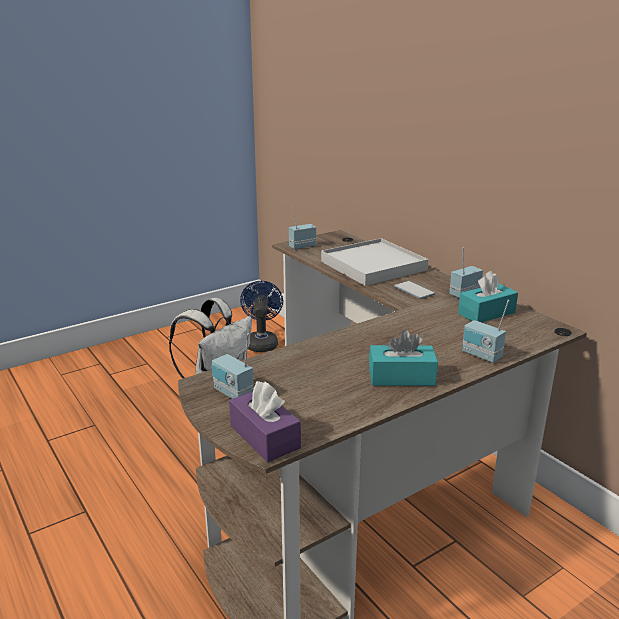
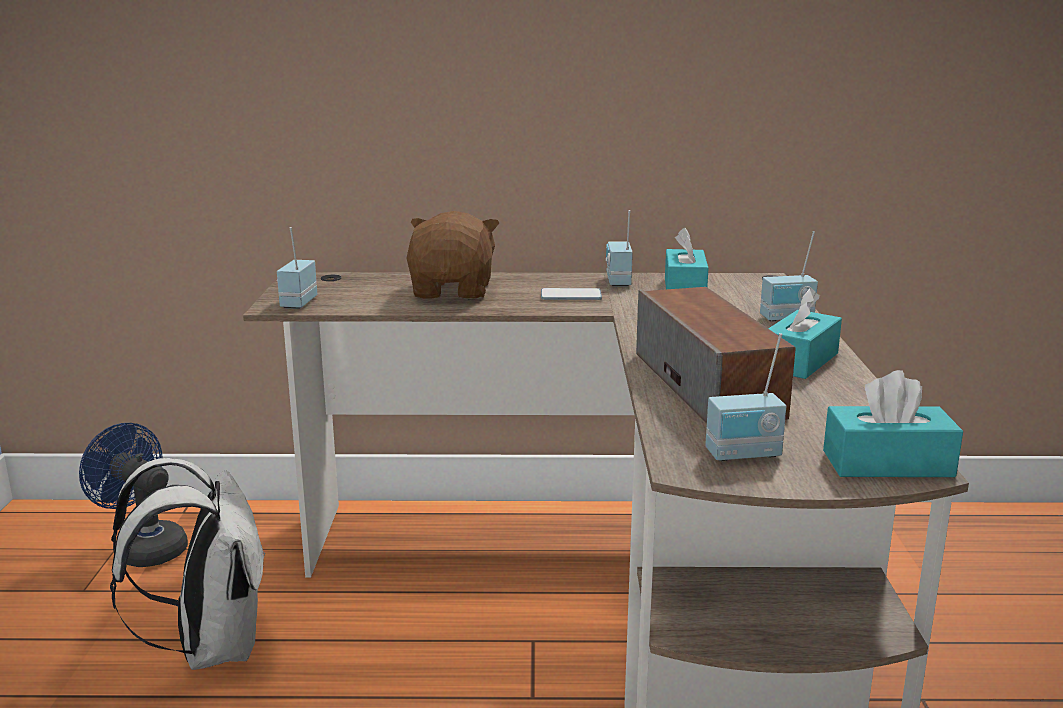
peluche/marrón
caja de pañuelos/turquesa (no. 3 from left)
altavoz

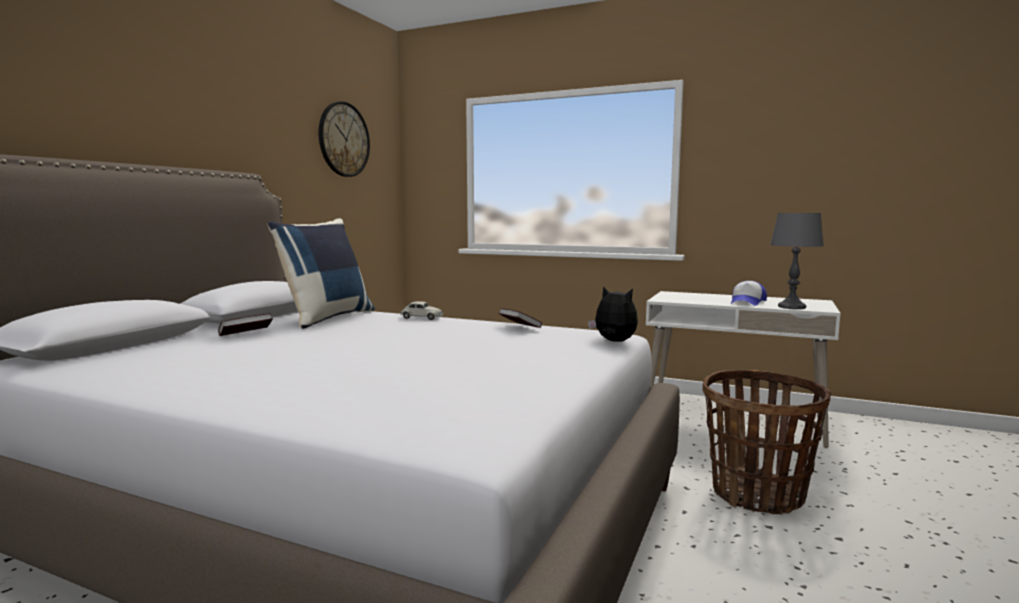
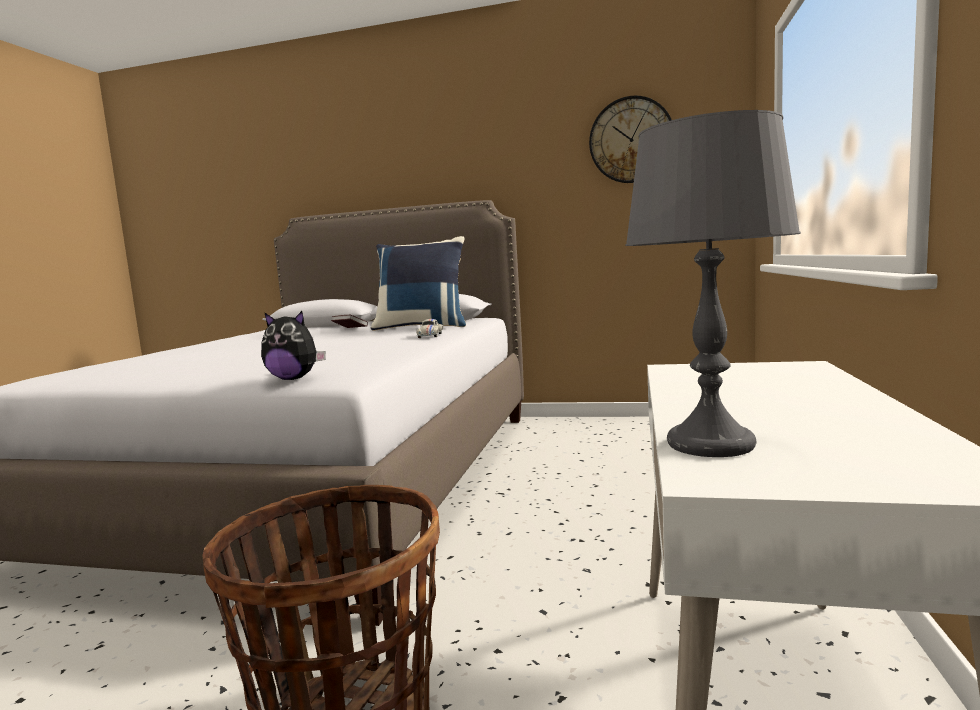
gorra
peluche
libro (no. 2 from left in the first image)

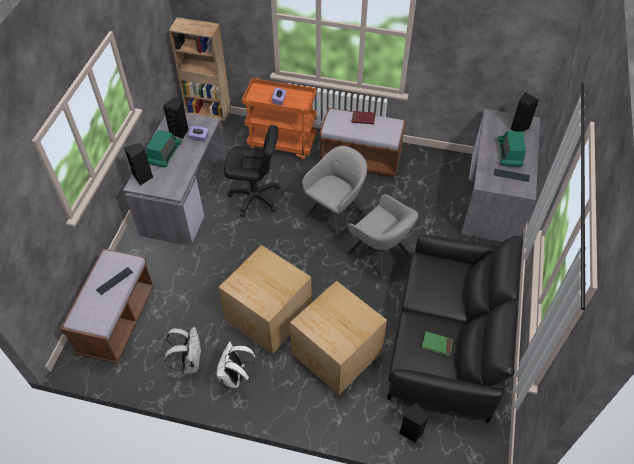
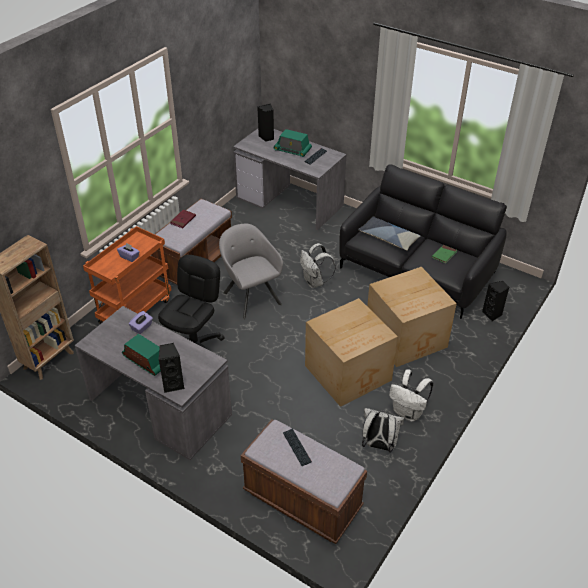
altavoz/negro (no. 2 from left in the first image)
mochila/blanco (no. 1 from left)
cojín

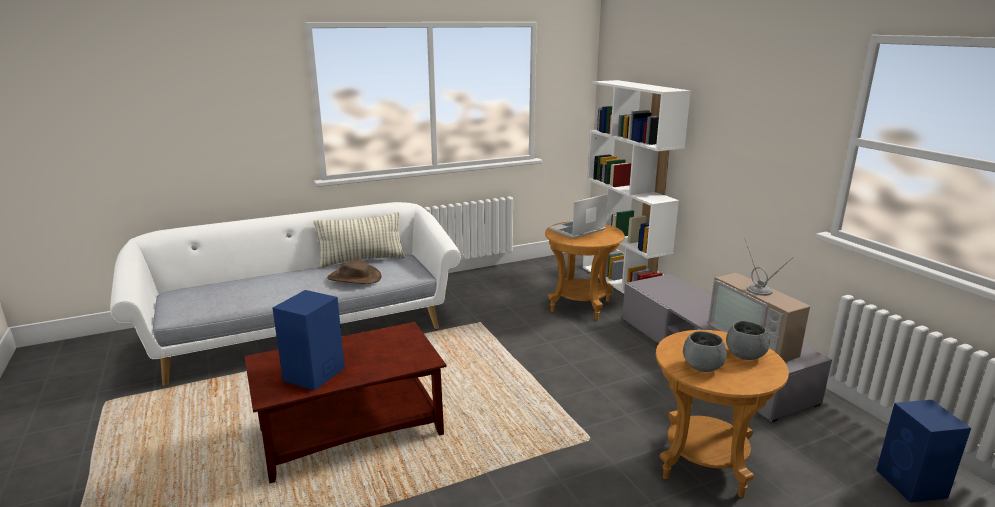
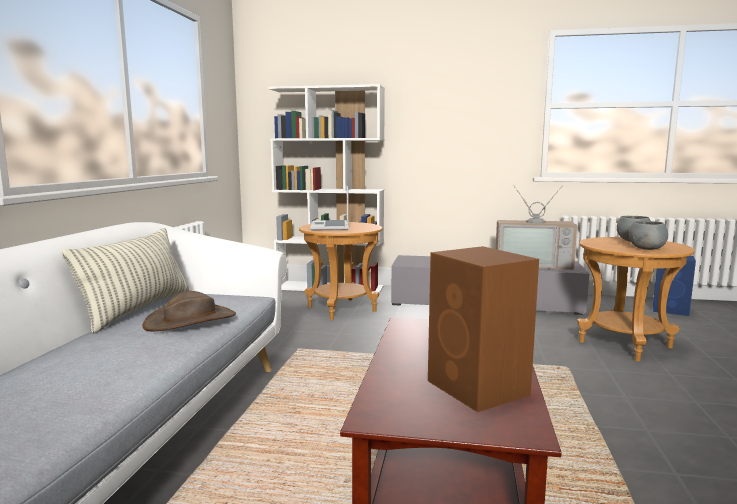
altavoz/marrón

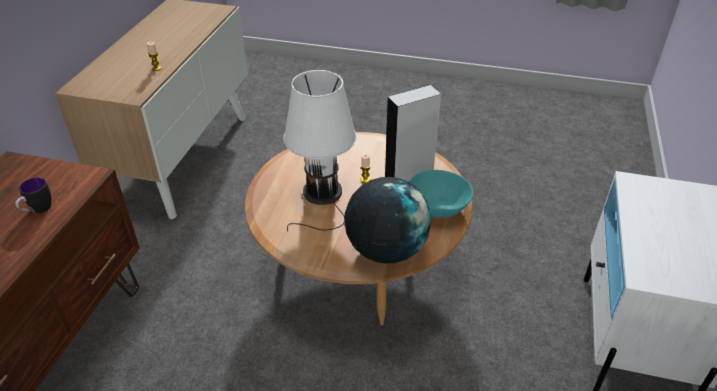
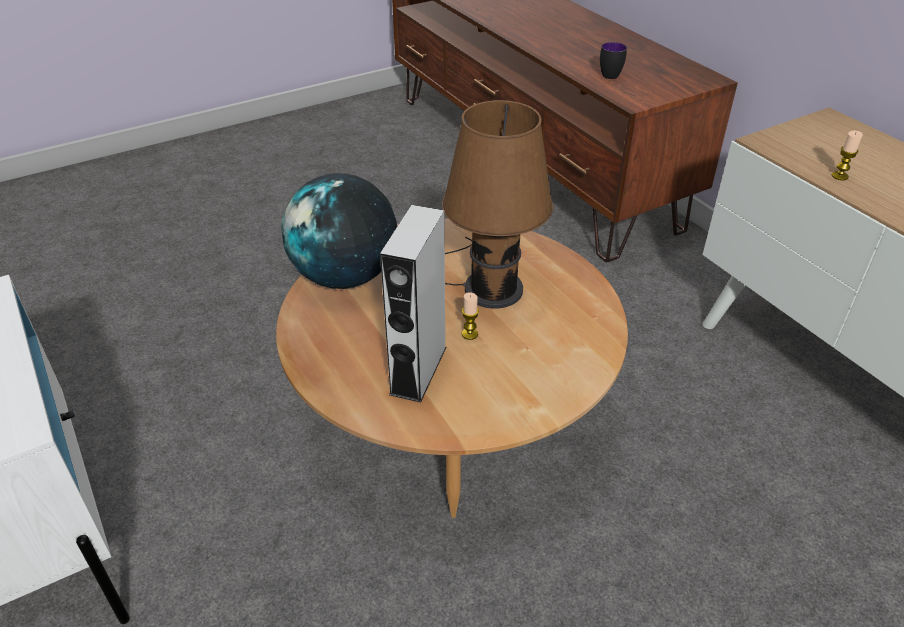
lámpara de mesa/marrón
cuenco/turquesa

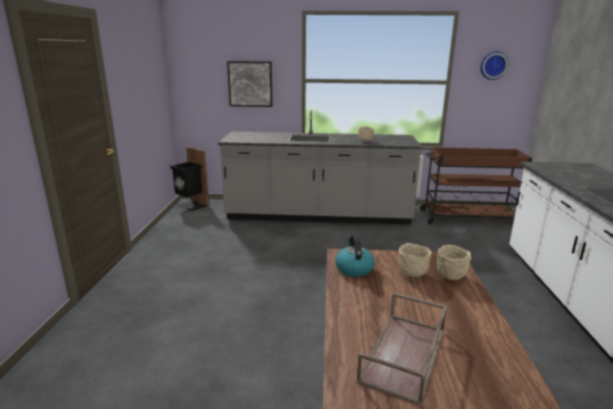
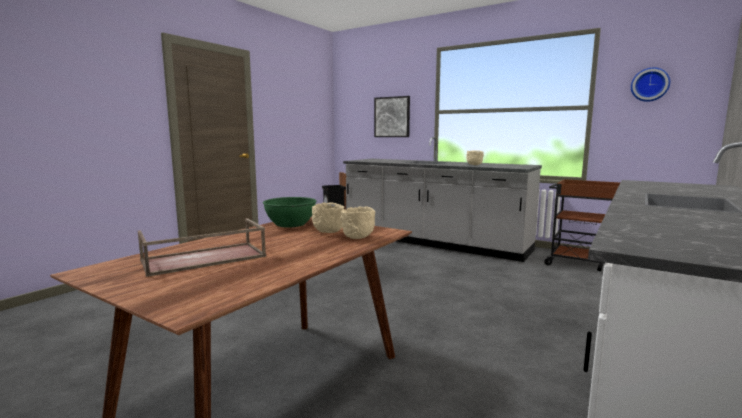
cuenco/verde

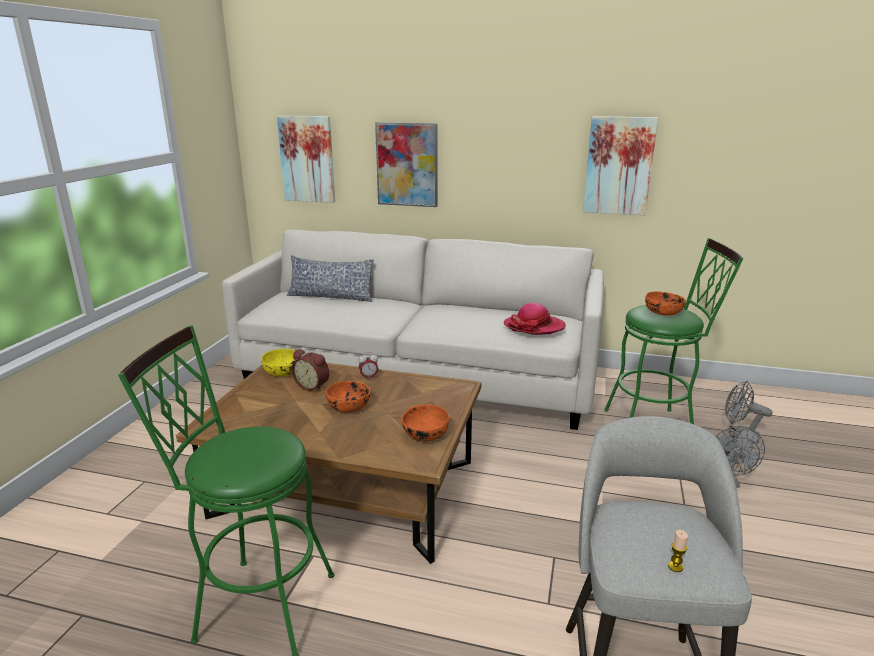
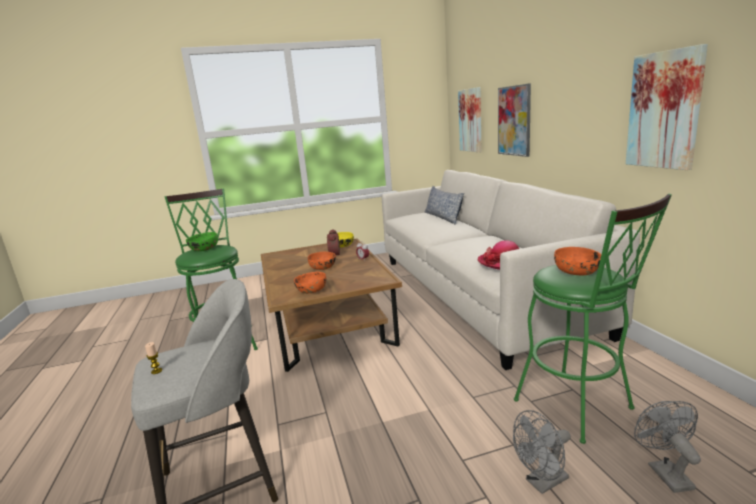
cuenco/verde

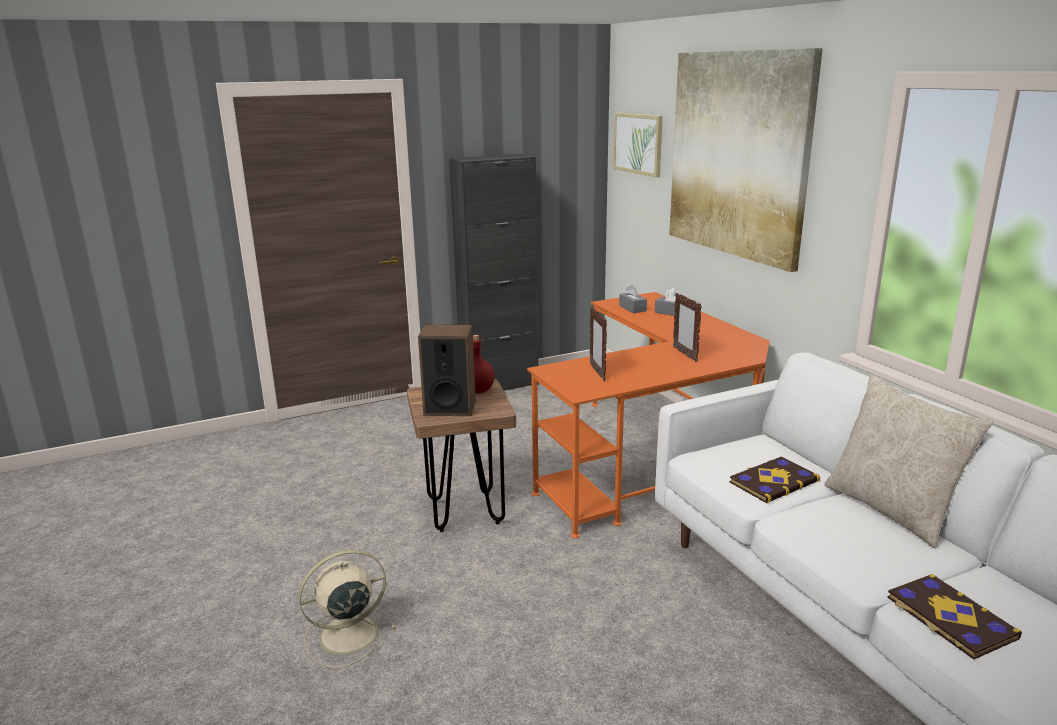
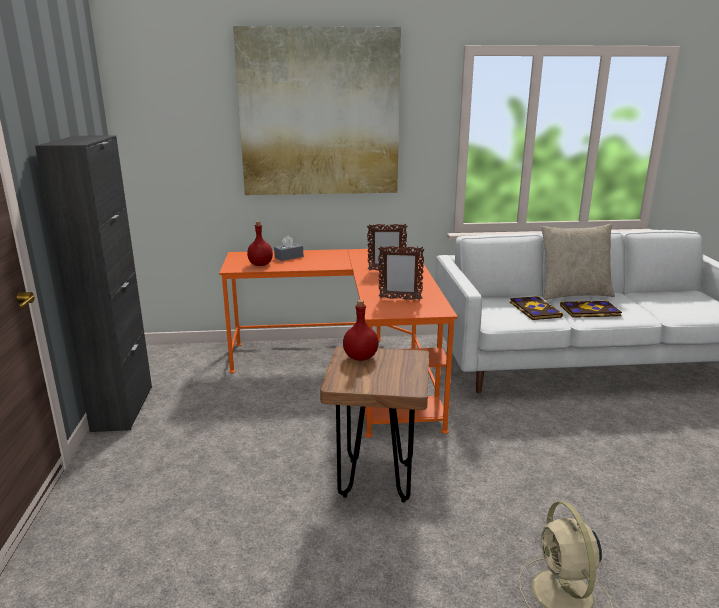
cuadro (no. 1 from left in the first image)
botella/rojo (no. 1 from left)
altavoz
libro (no. 2 from left)

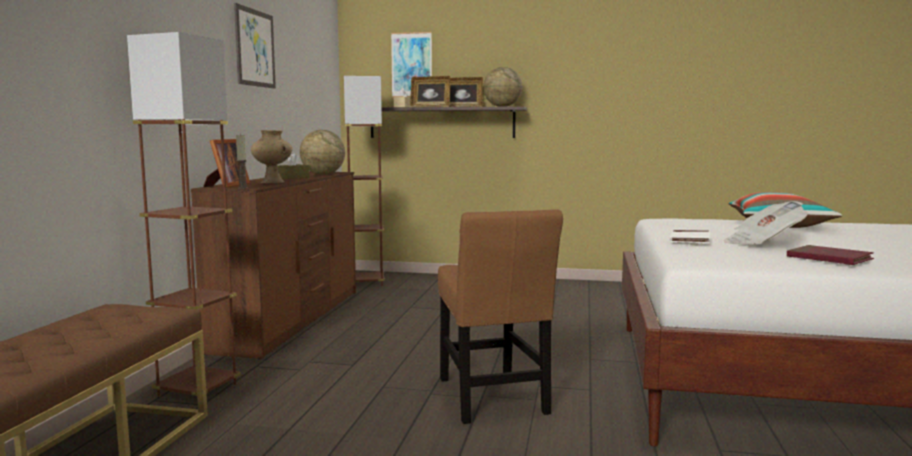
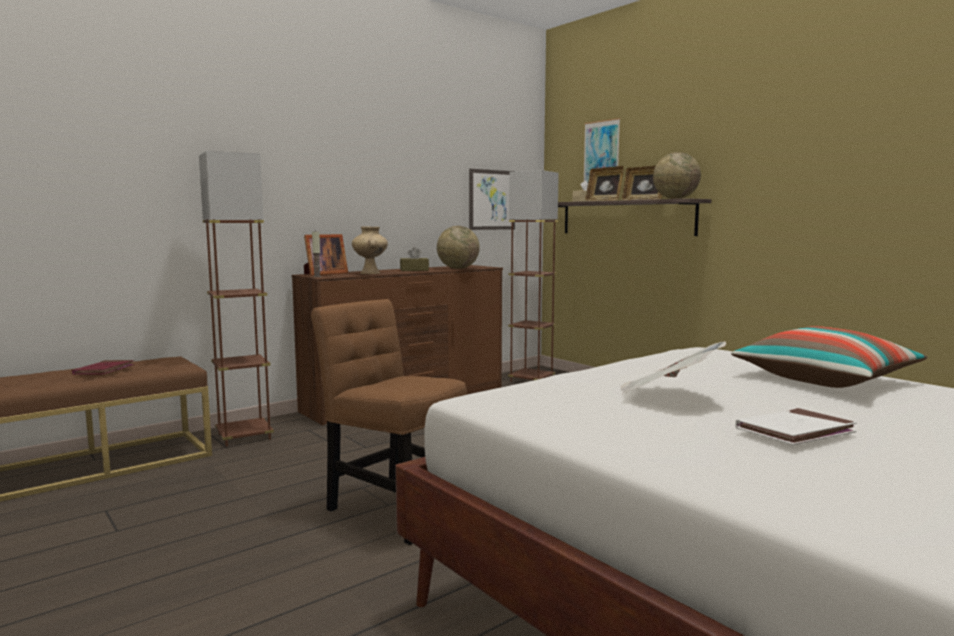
cuadro (no. 1 from left)
silla/marrón
libro/blanco
libro/rojo

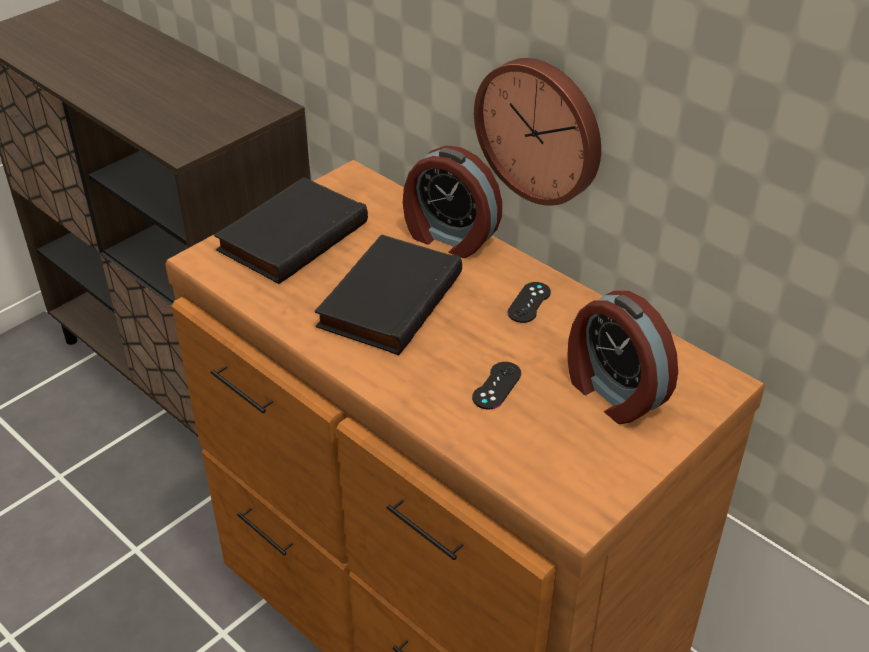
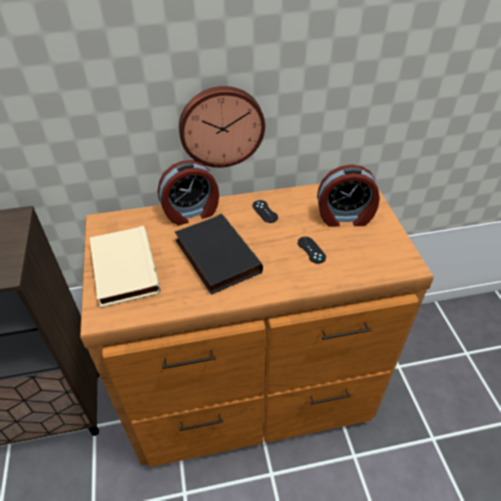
libro/beis

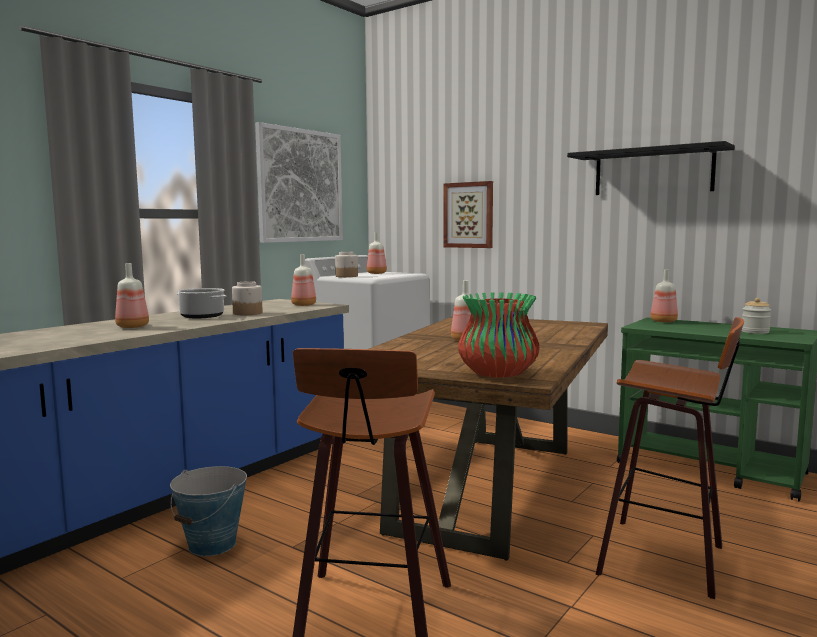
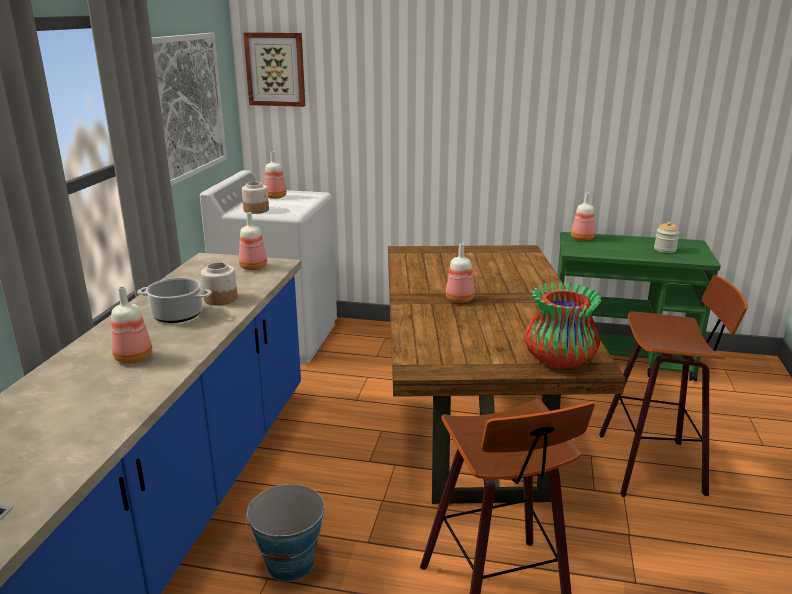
estante/negro
cuadro (no. 2 from left)

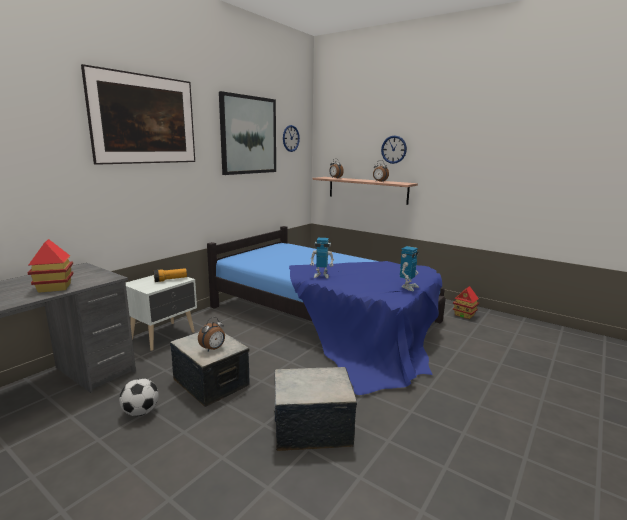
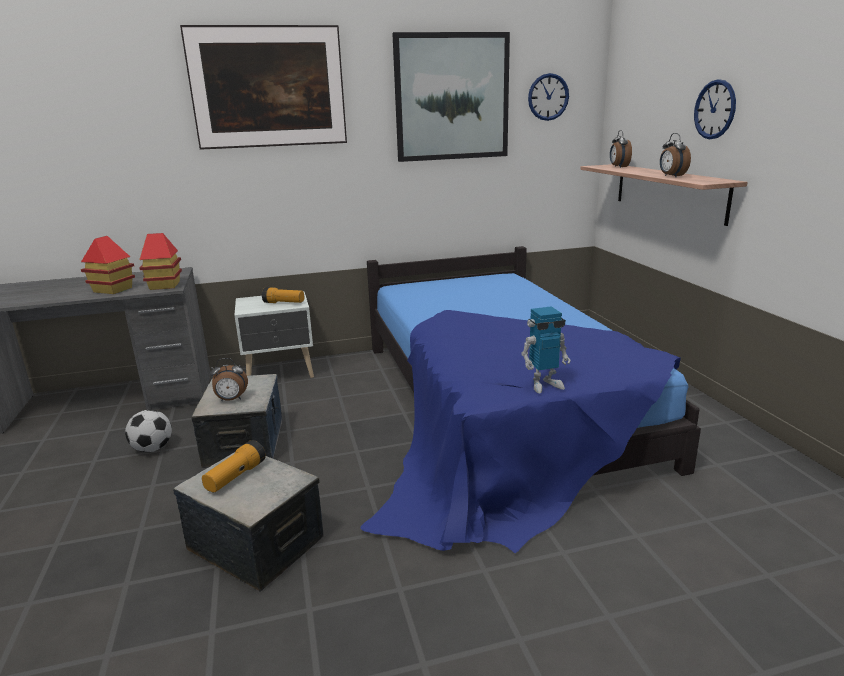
robot de juguete (no. 1 from left in the first image)
casita (no. 2 from left)
linterna (no. 1 from left)

